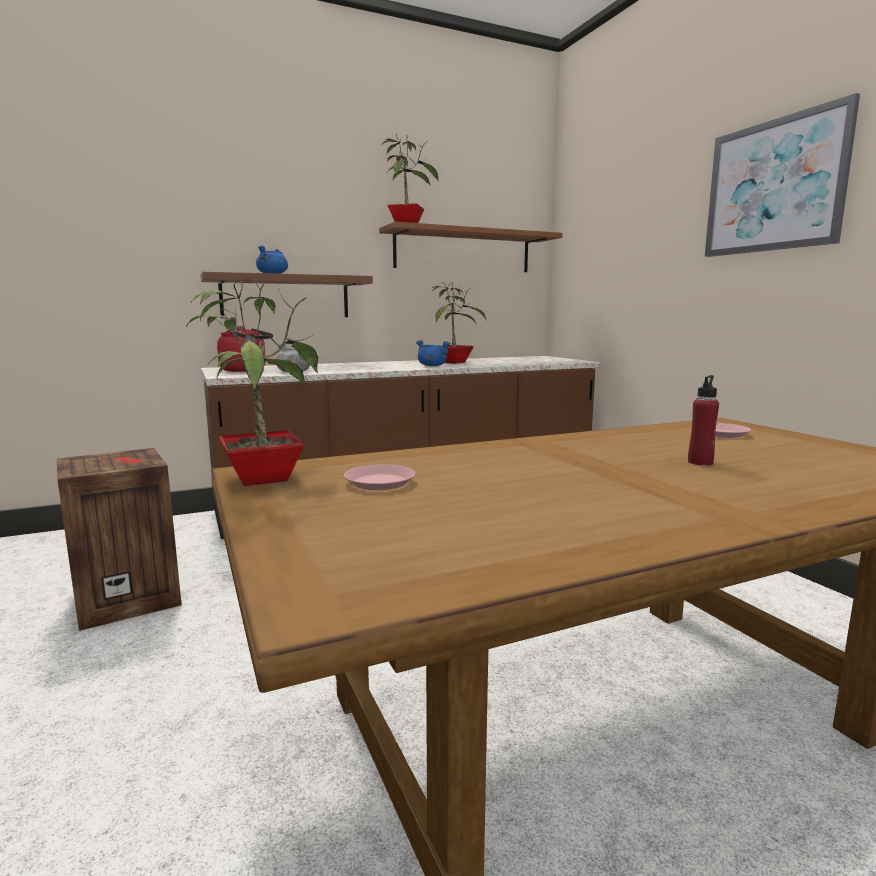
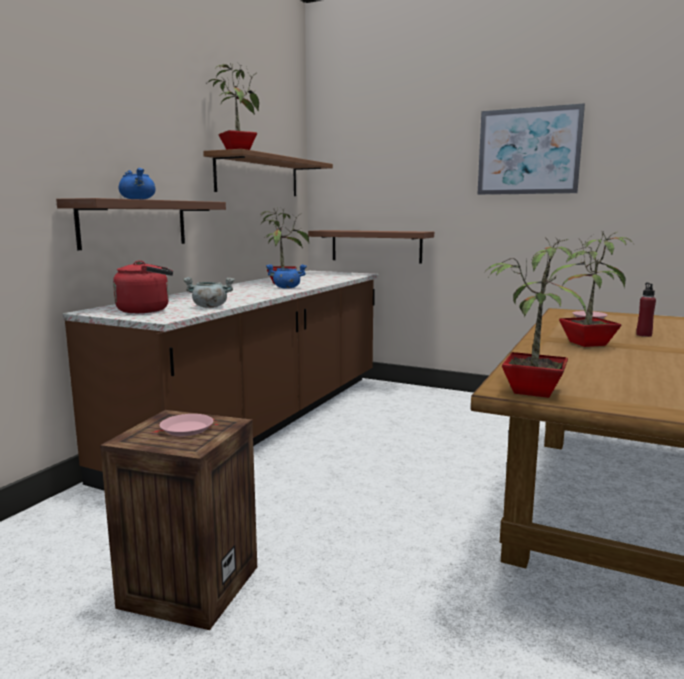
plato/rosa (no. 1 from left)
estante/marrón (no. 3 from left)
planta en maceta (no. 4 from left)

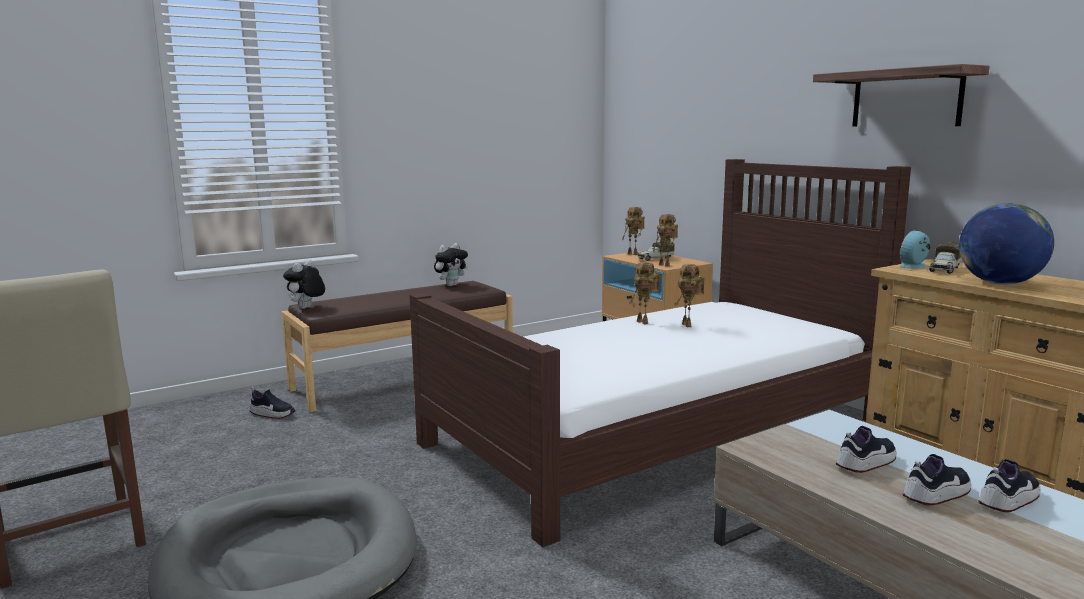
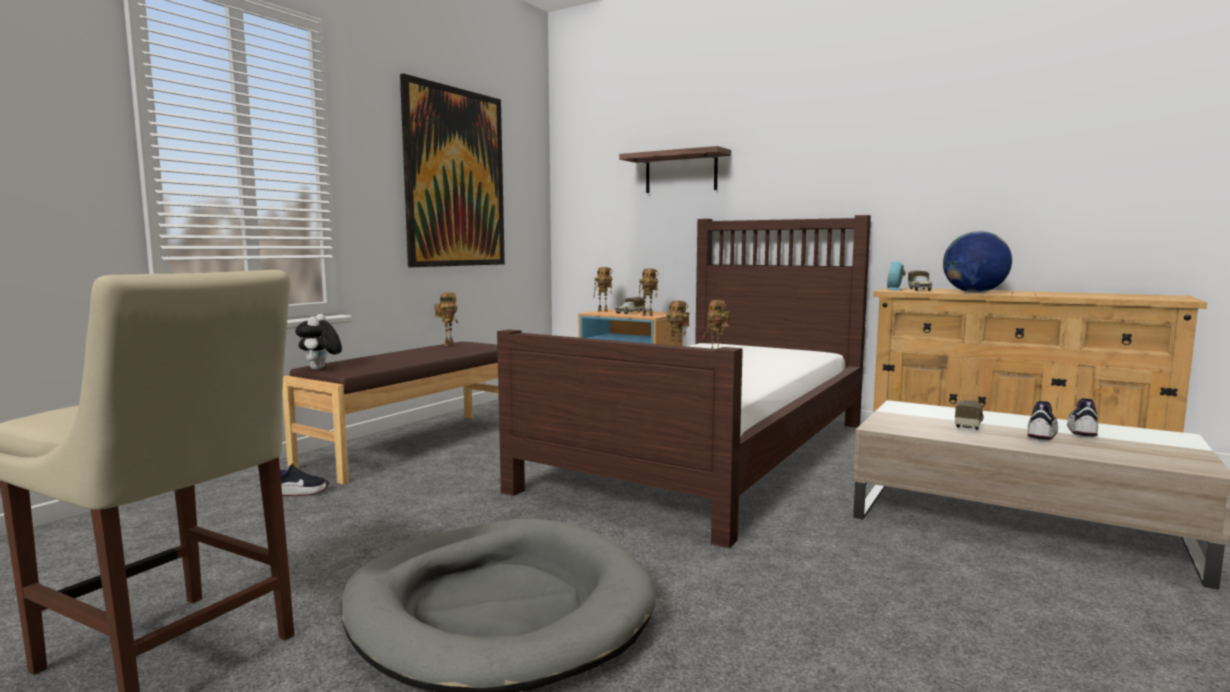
estante
robot de juguete (no. 1 from left)
camión de juguete (no. 3 from left)
cuadro

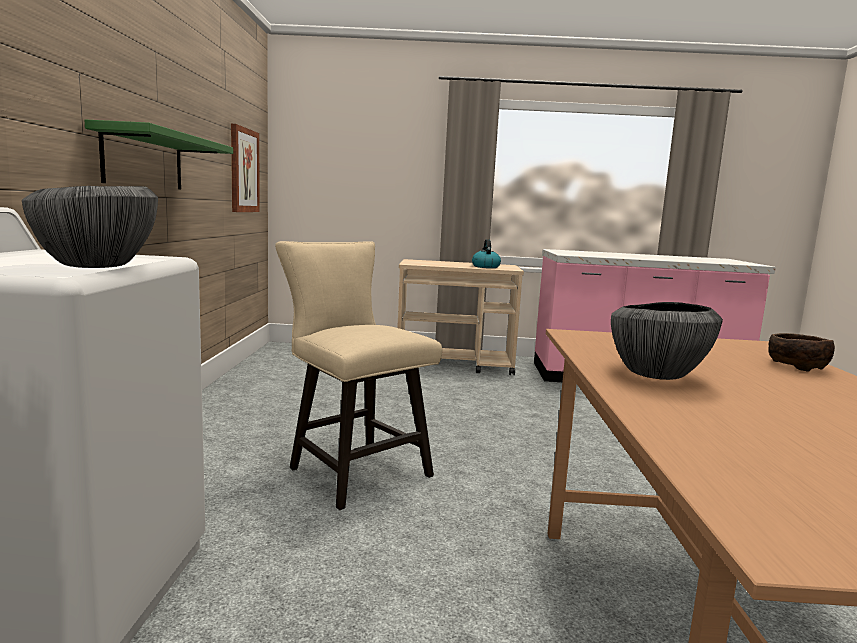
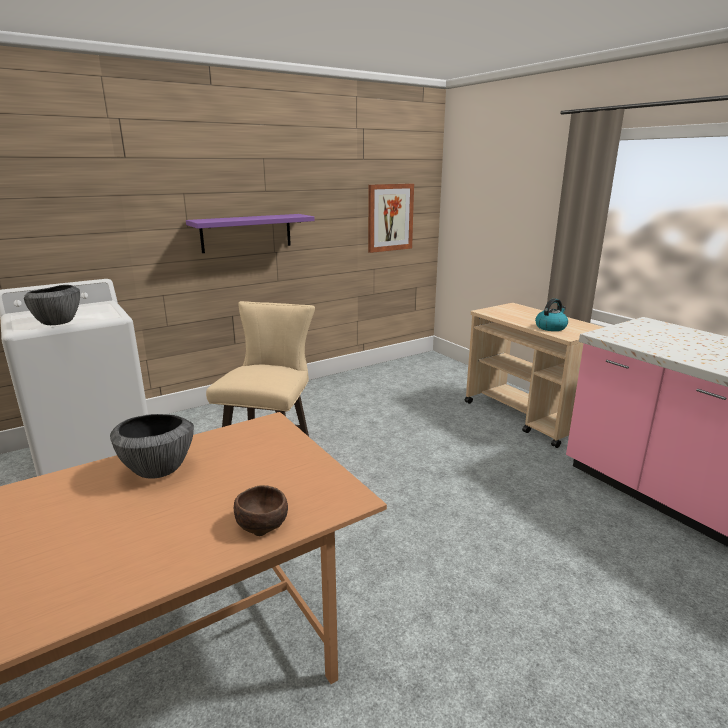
estante/morado

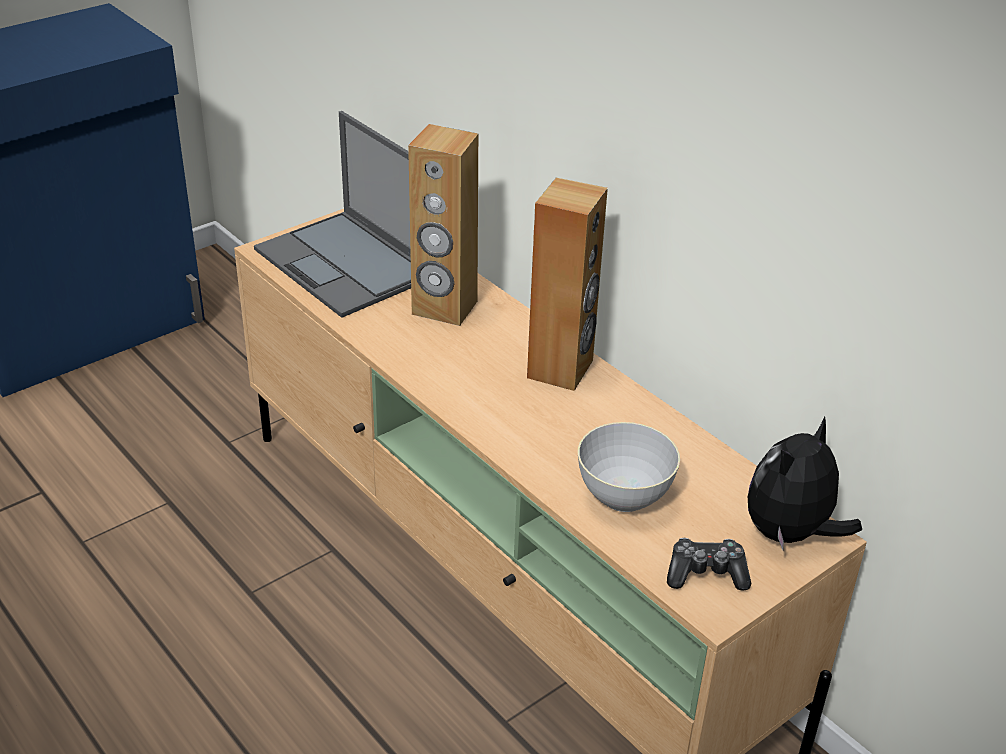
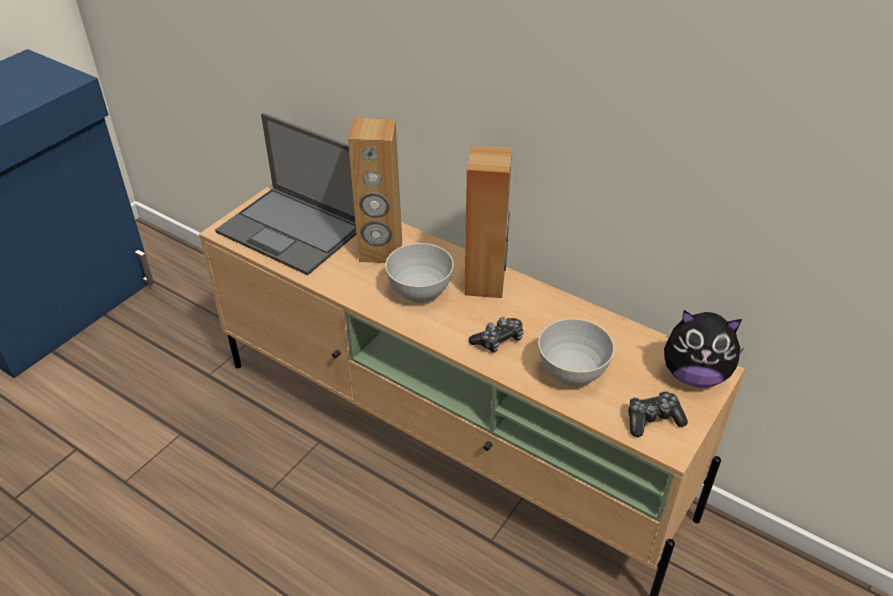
peluche
cuenco/gris (no. 1 from left)
mando de consola (no. 1 from left)

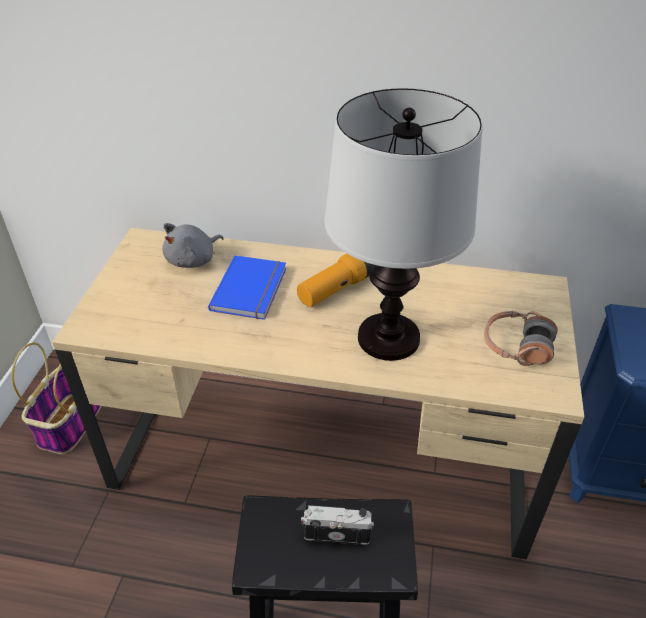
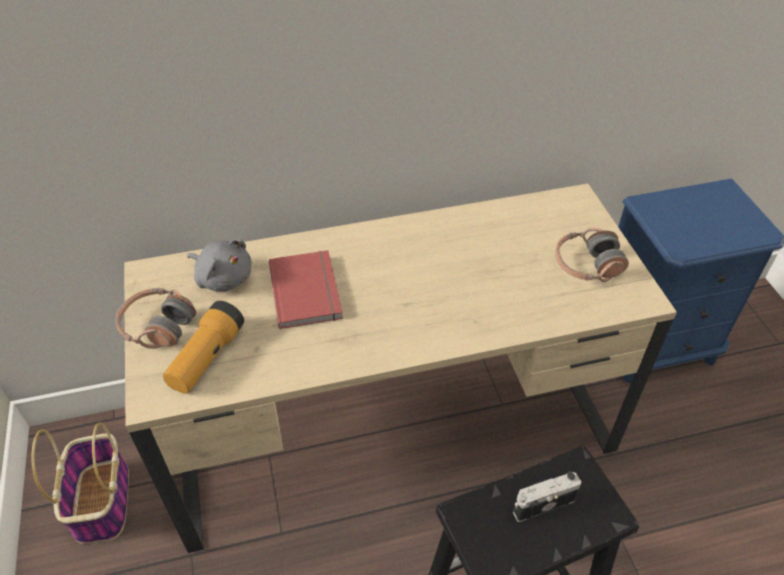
lámpara de mesa
peluche/gris
linterna
libro/rojo
auriculares (no. 1 from left)

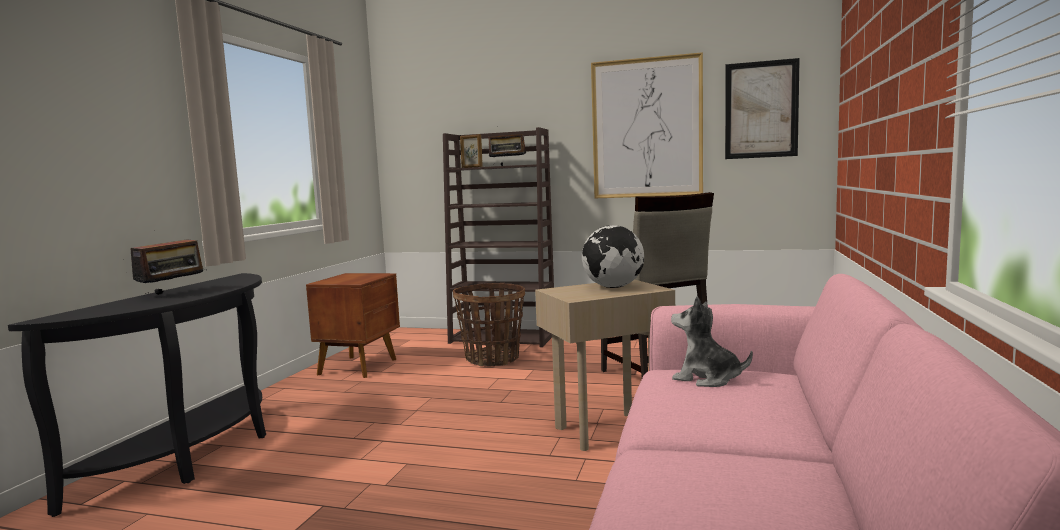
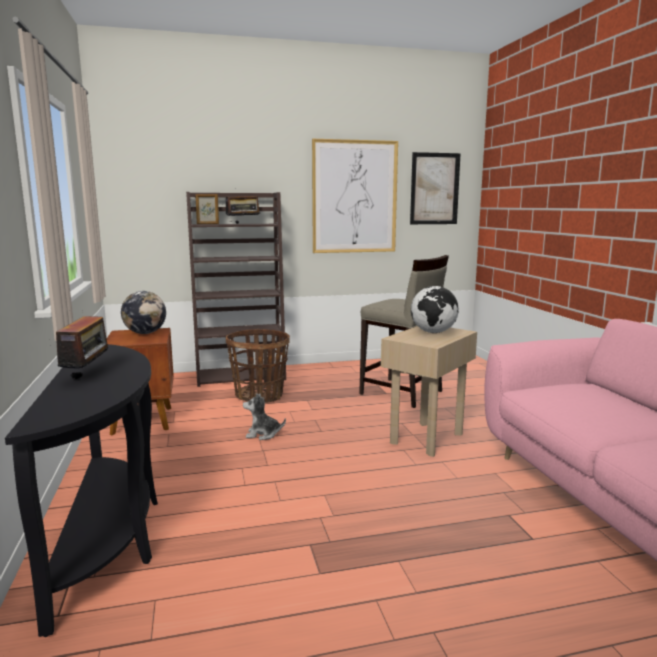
peluche
globo terráqueo (no. 1 from left)

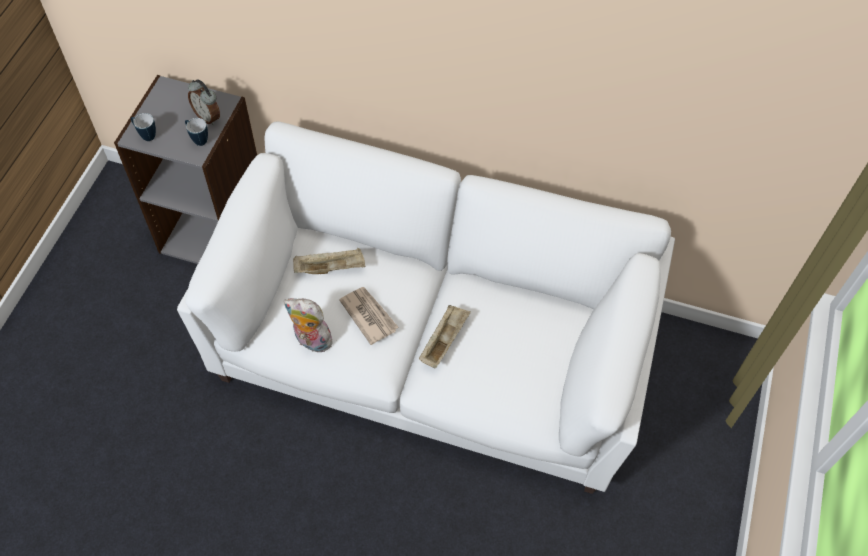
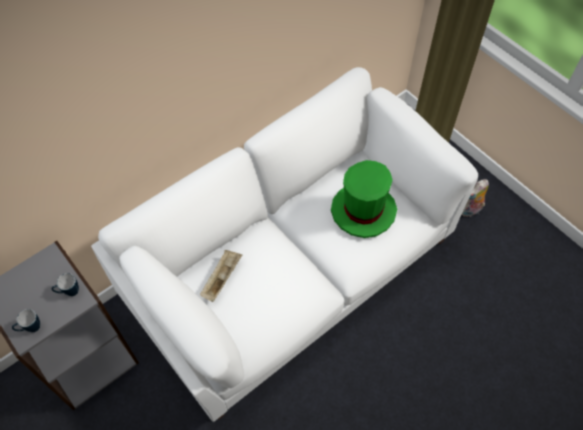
despertador
periódico
peluche
bandeja/beis (no. 2 from left in the first image)
sombrero/verde

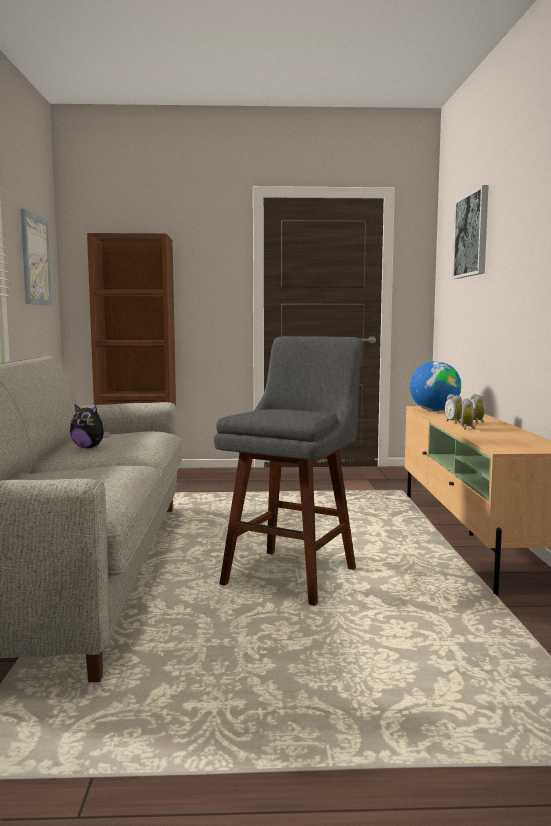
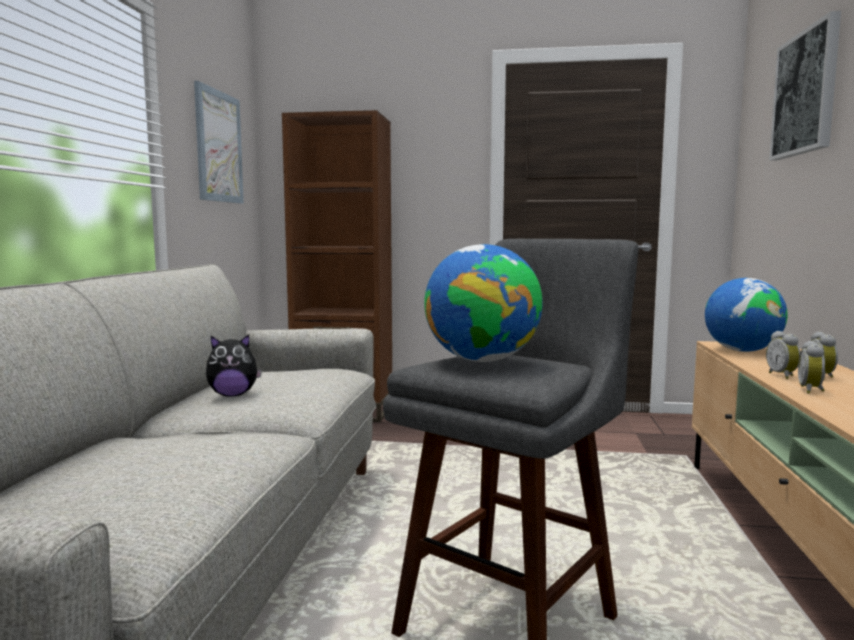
peluche
globo terráqueo (no. 1 from left)

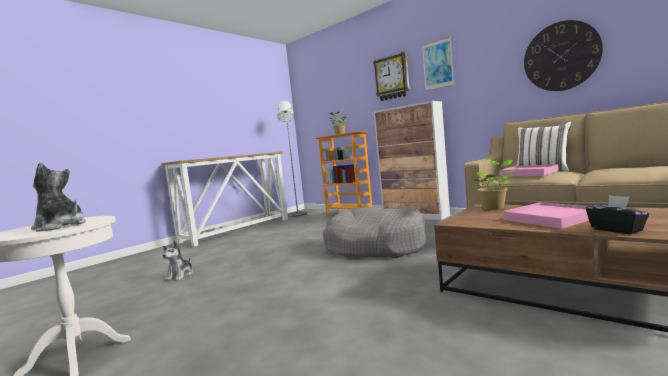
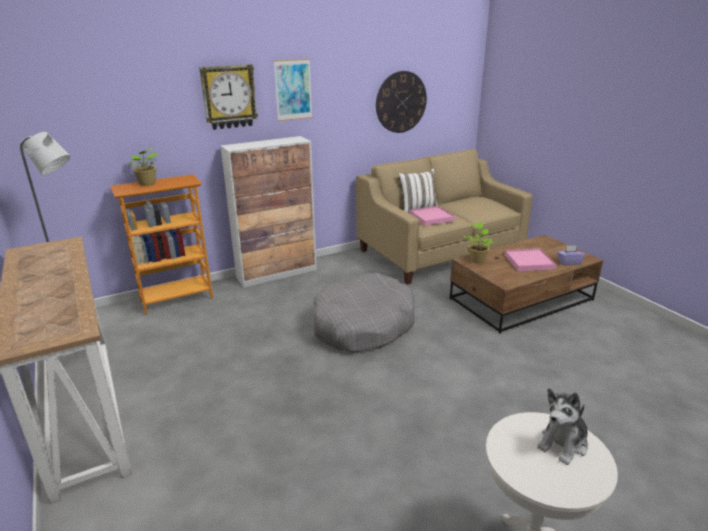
caja de pañuelos/morado
peluche (no. 2 from left in the first image)

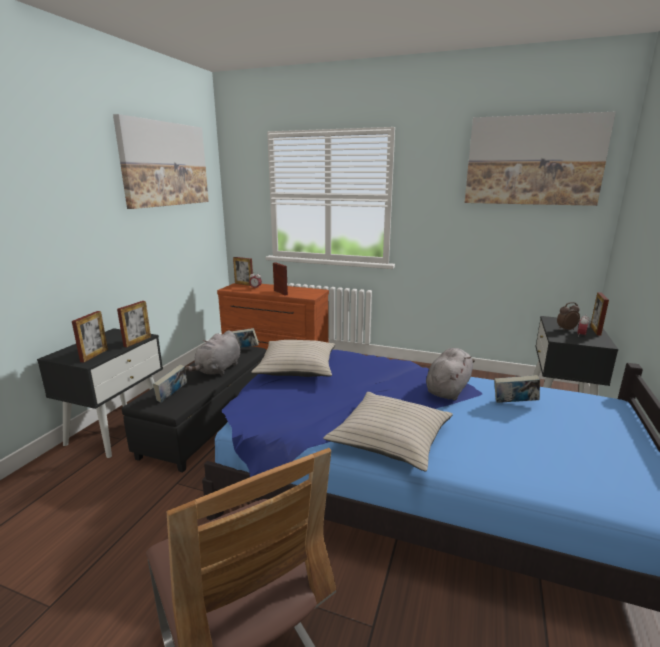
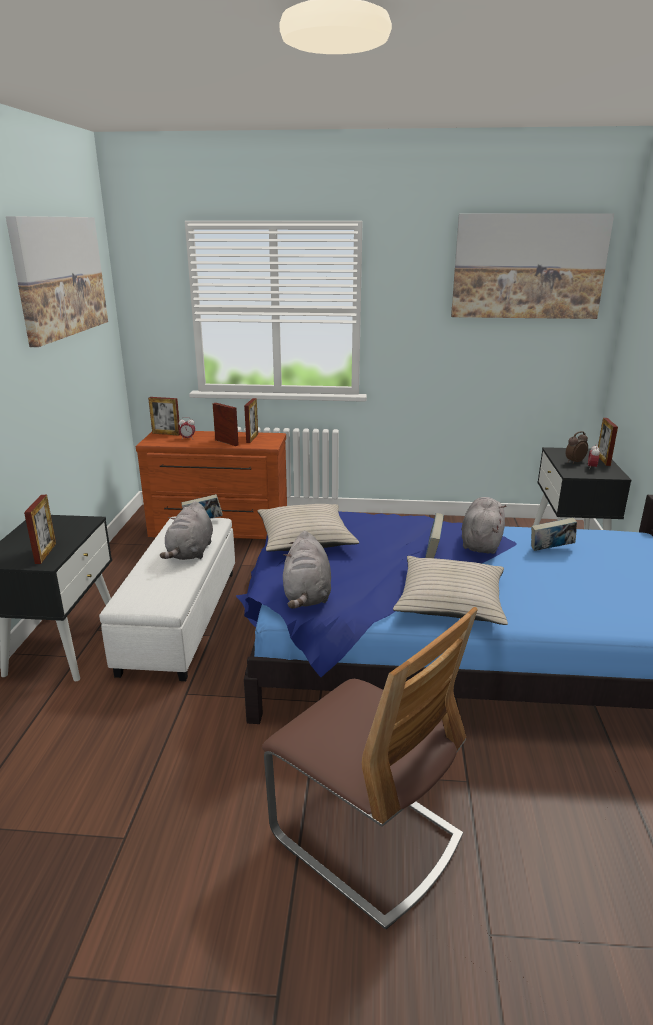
portarretratos (no. 4 from left)
puf/blanco
libro (no. 2 from left)
peluche/gris (no. 2 from left)

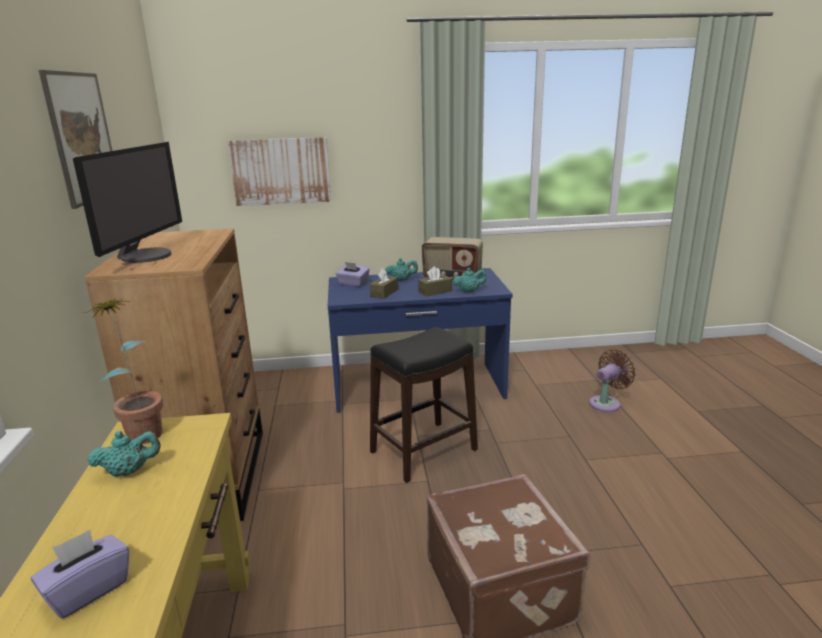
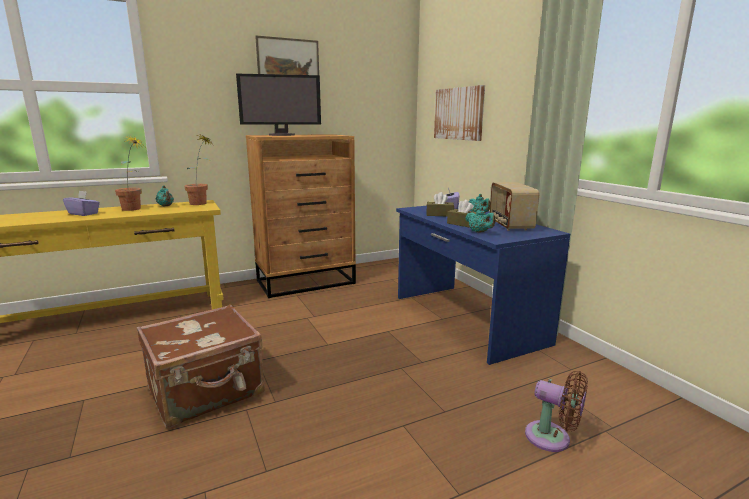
taburete/negro
planta en maceta (no. 1 from left)

